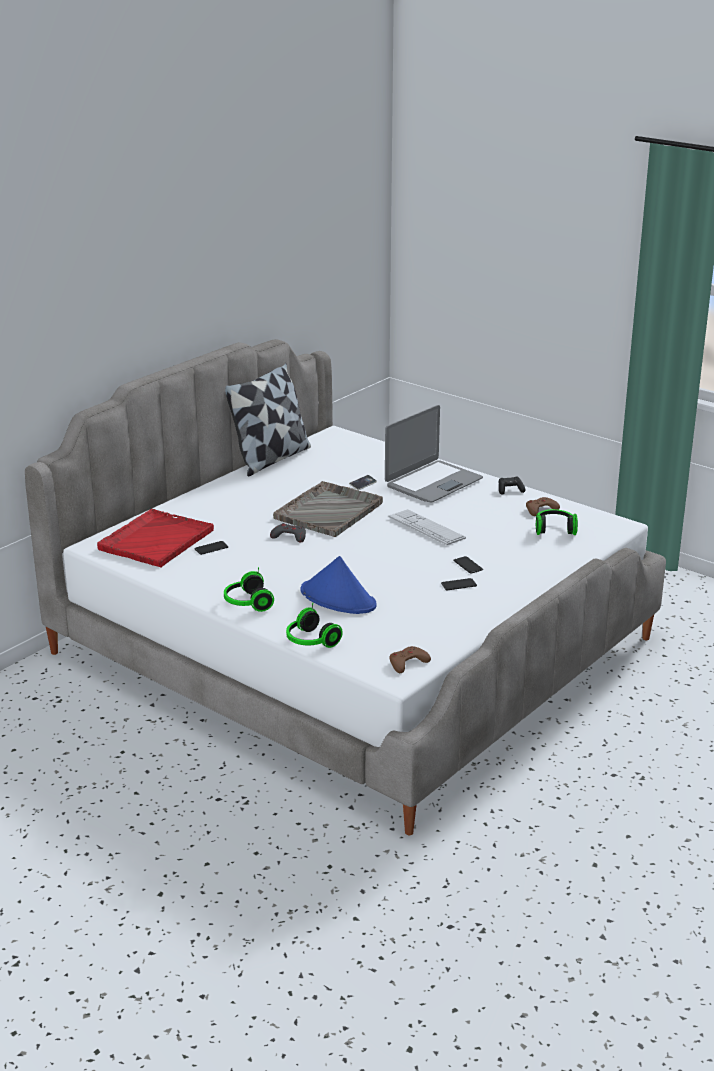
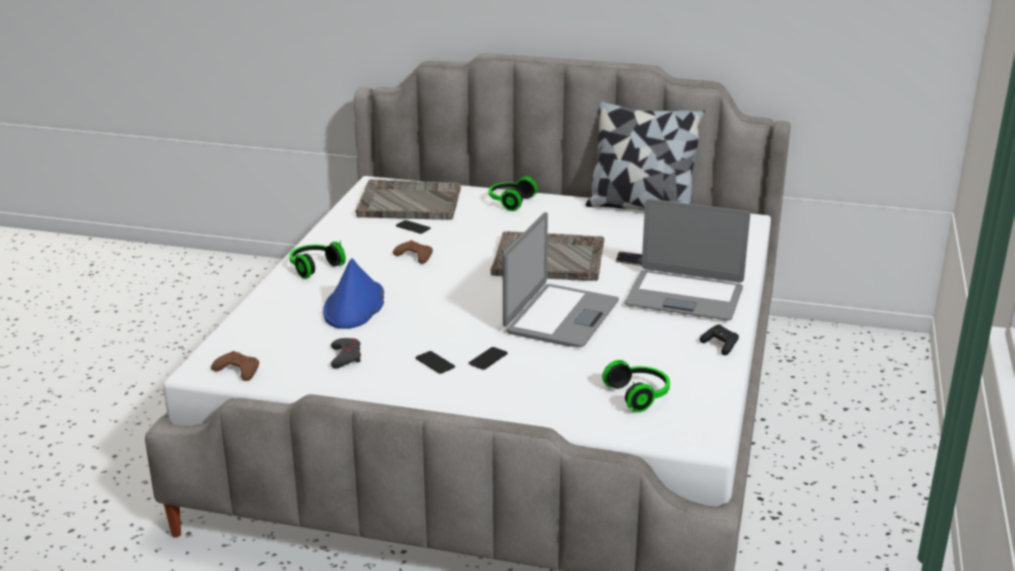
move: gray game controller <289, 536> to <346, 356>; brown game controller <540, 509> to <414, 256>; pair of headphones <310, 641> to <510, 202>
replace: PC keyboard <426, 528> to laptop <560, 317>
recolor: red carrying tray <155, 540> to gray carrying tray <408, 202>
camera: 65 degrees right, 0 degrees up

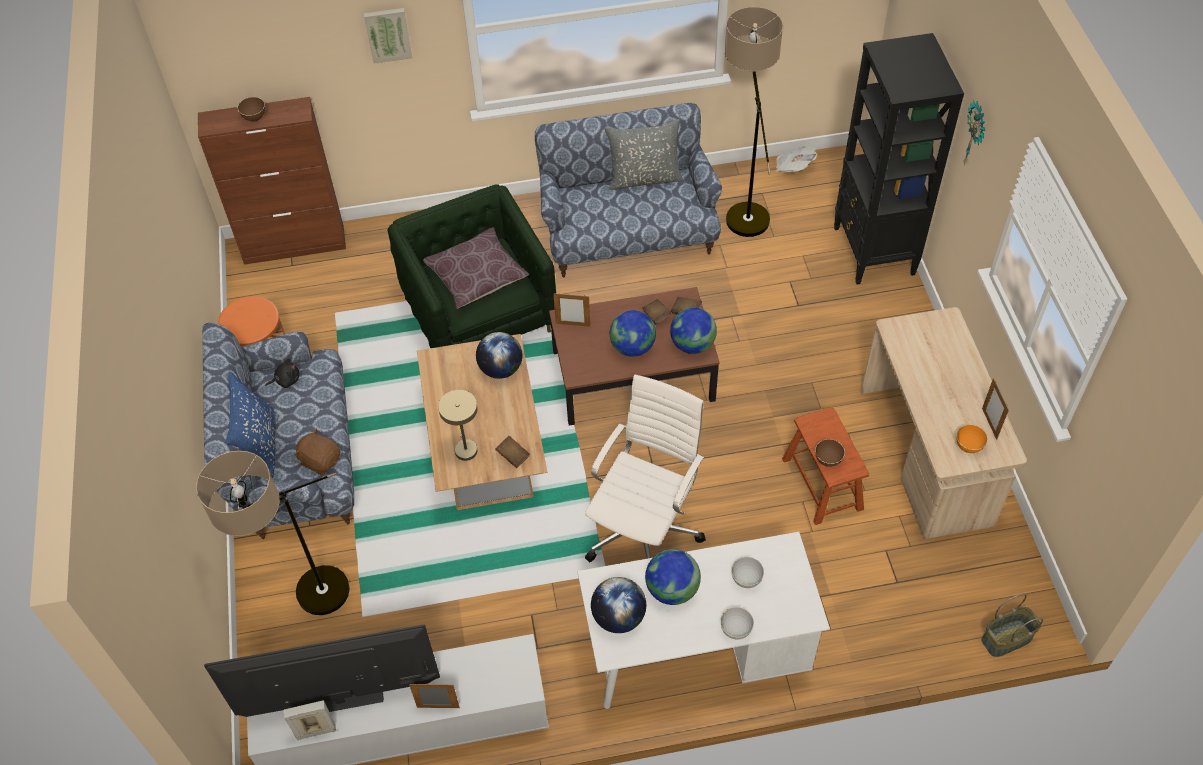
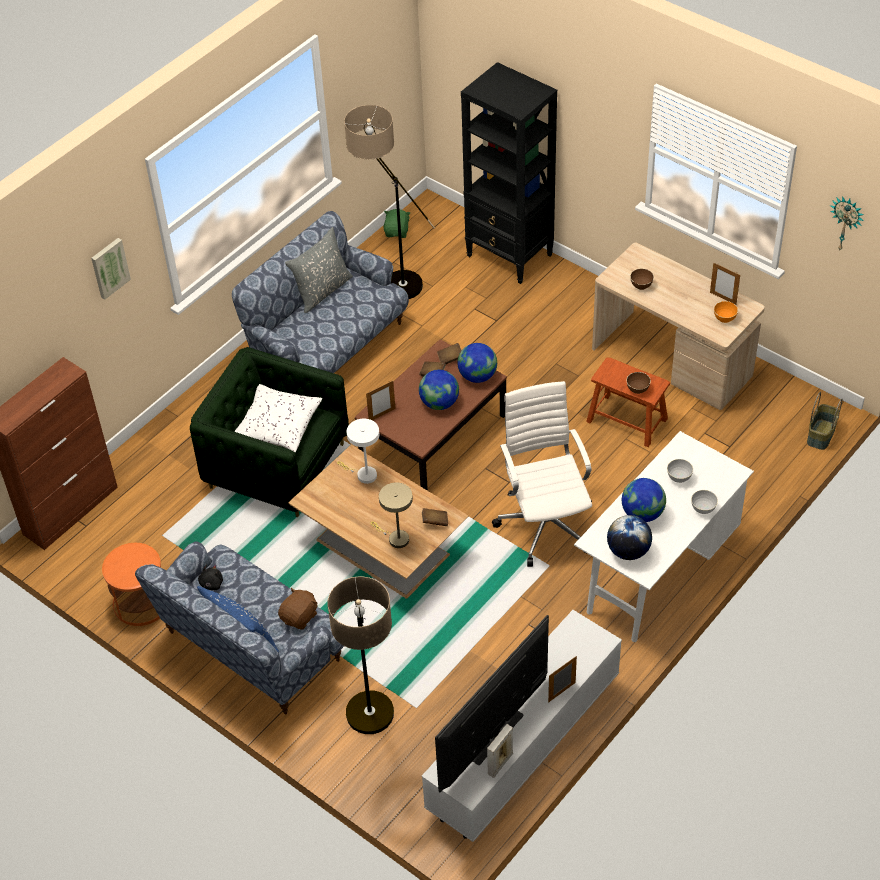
move: brown serving bowl <254, 117> to <641, 286>; hanging clock <975, 135> to <846, 223>
replace: globe <501, 369> to white-coloured table lamp <363, 475>; printed paper <793, 167> to green-coloured plush toy <397, 232>
recolor: brown cushion <477, 276> to white-coloured cushion <278, 426>
rotate: brown plush toy <320, 460> = <300, 617> 135 degrees clockwise
camera: 40 degrees left, 5 degrees down

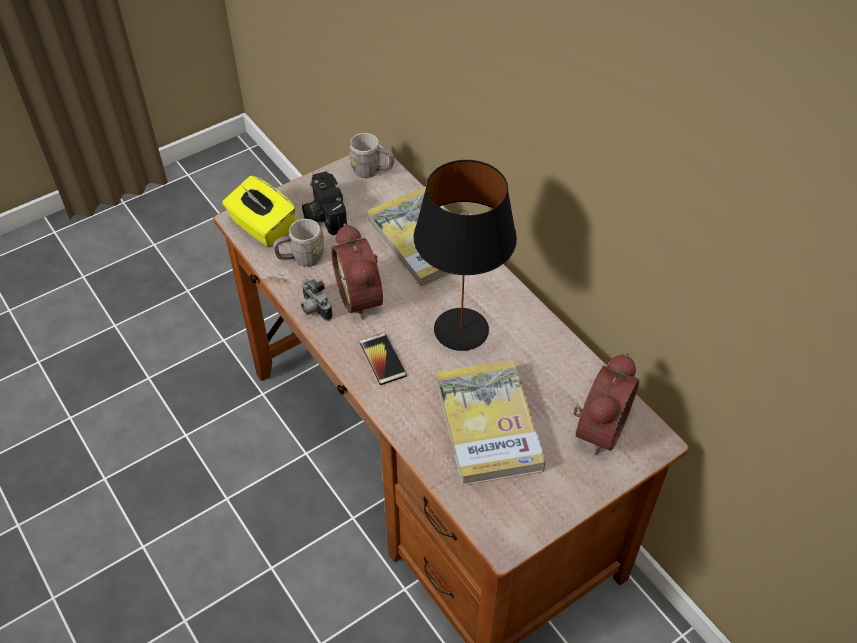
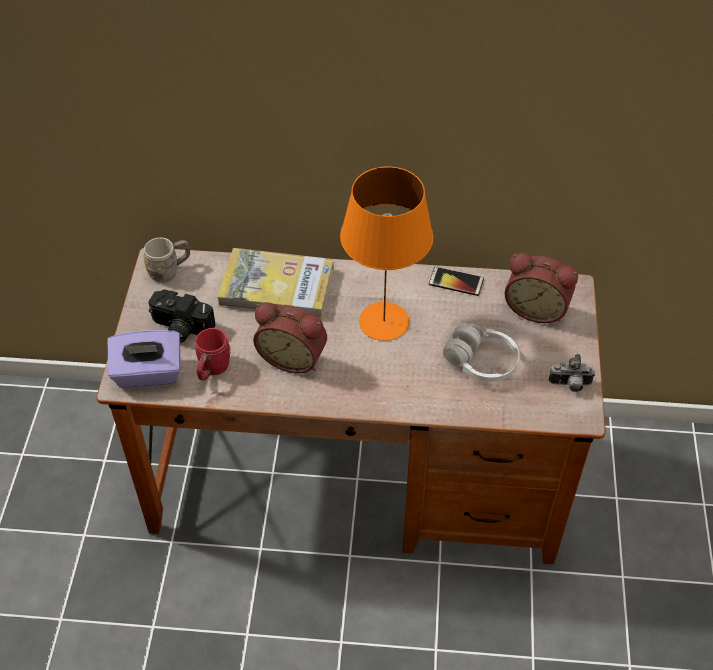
move: telephone <382, 359> to <456, 282>; photo camera <314, 309> to <570, 385>
replace: bound book <488, 425> to white-coloured pair of headphones <481, 362>
recolor: yellowish tissue box <262, 227> to purplish tissue box <148, 374>; gray mug <301, 259> to red mug <212, 370>; blackish table lamp <460, 329> to orange-coloured table lamp <383, 322>
rotate: bedside clock <597, 427> = <536, 307> 135 degrees clockwise
camera: 50 degrees left, 0 degrees up

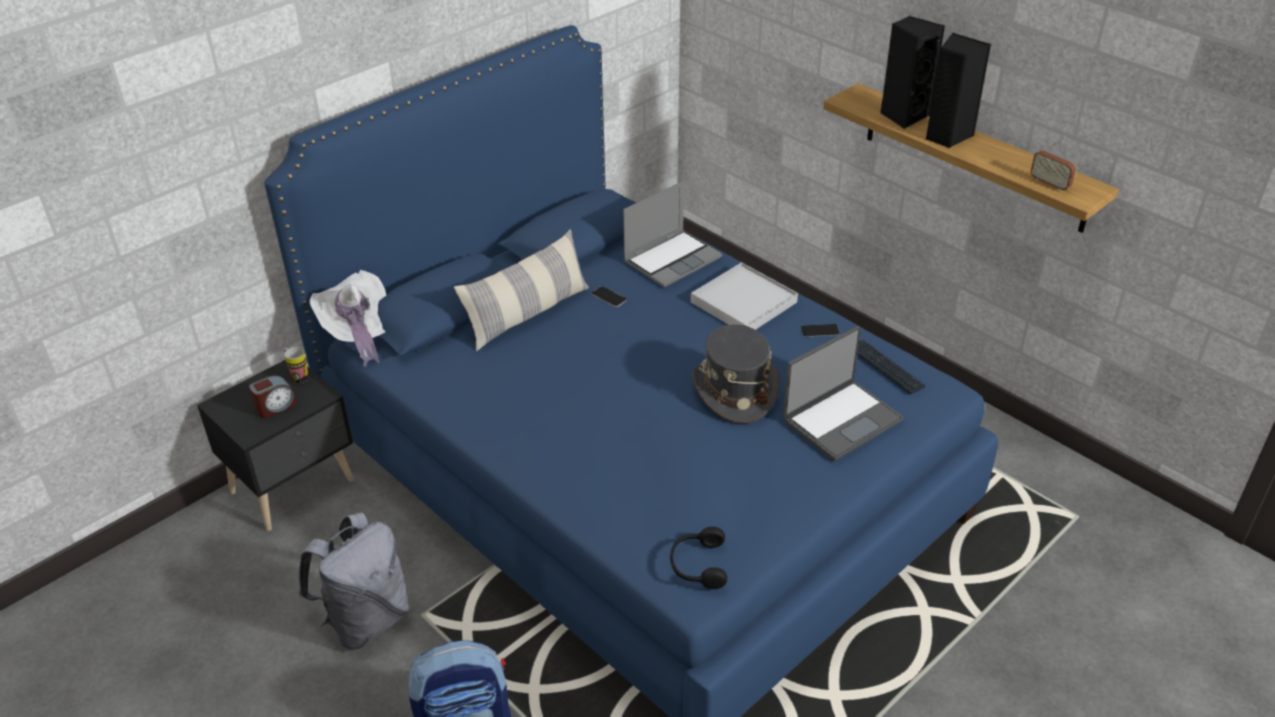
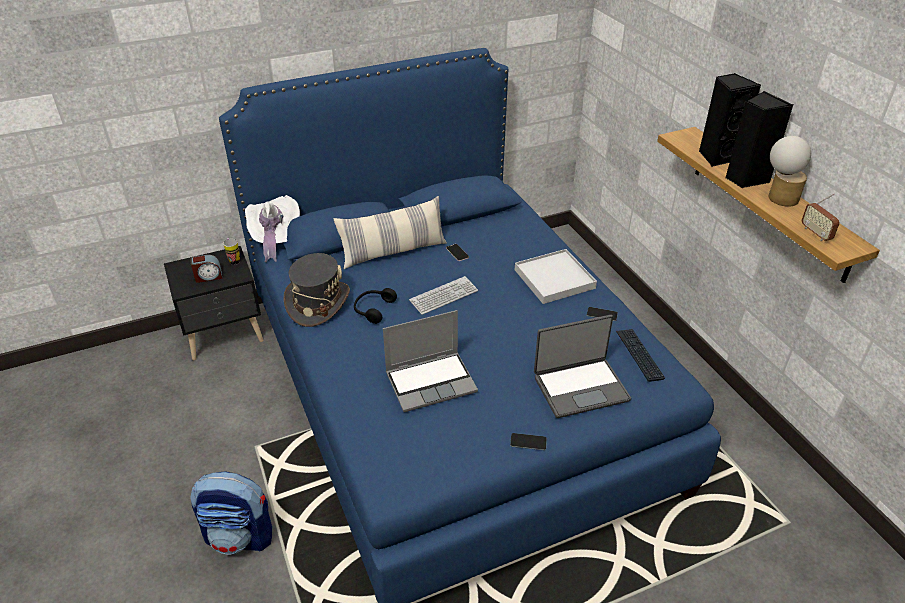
delete: gray rucksack <366, 620>
insert: PC keyboard <444, 296>; telephone <528, 442>; table lamp <779, 197>
move: gray hat <734, 391> to <318, 303>; blackish pair of headphones <697, 565> to <373, 309>; laptop <672, 259> to <431, 381>
camera: 20 degrees right, 0 degrees up

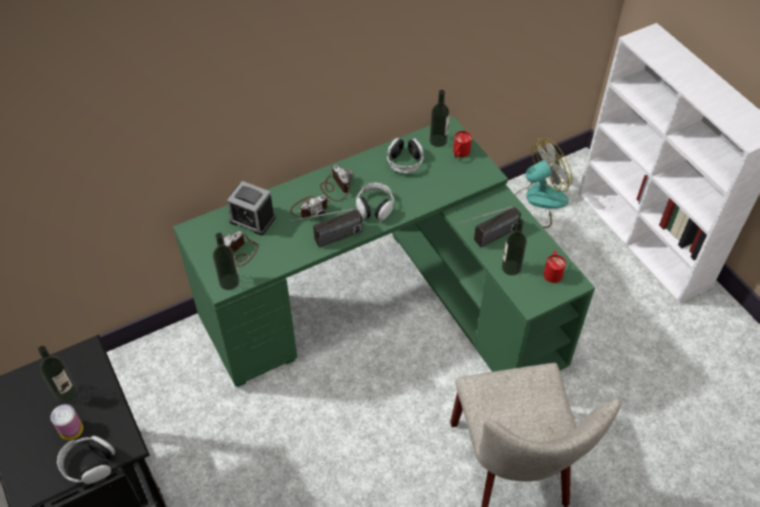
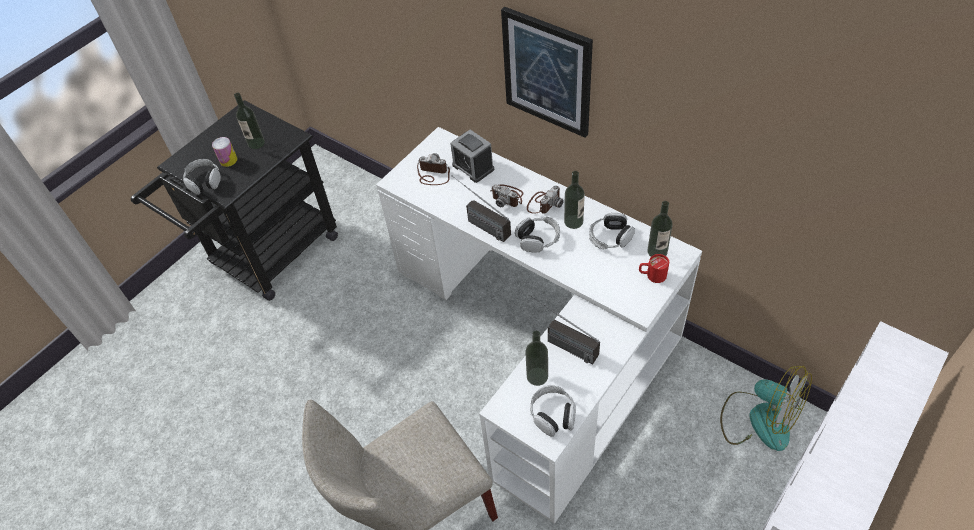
insert: wall art <547, 72>
move: drink bottle <229, 282> to <573, 221>
replace: red mug <552, 271> to pair of headphones <553, 415>
recolor: green-coloured desk <388, 305> to white-coloured desk <541, 341>
rotate: bedside clock <252, 219> = <473, 167> 45 degrees counterclockwise
camera: 70 degrees right, 0 degrees up

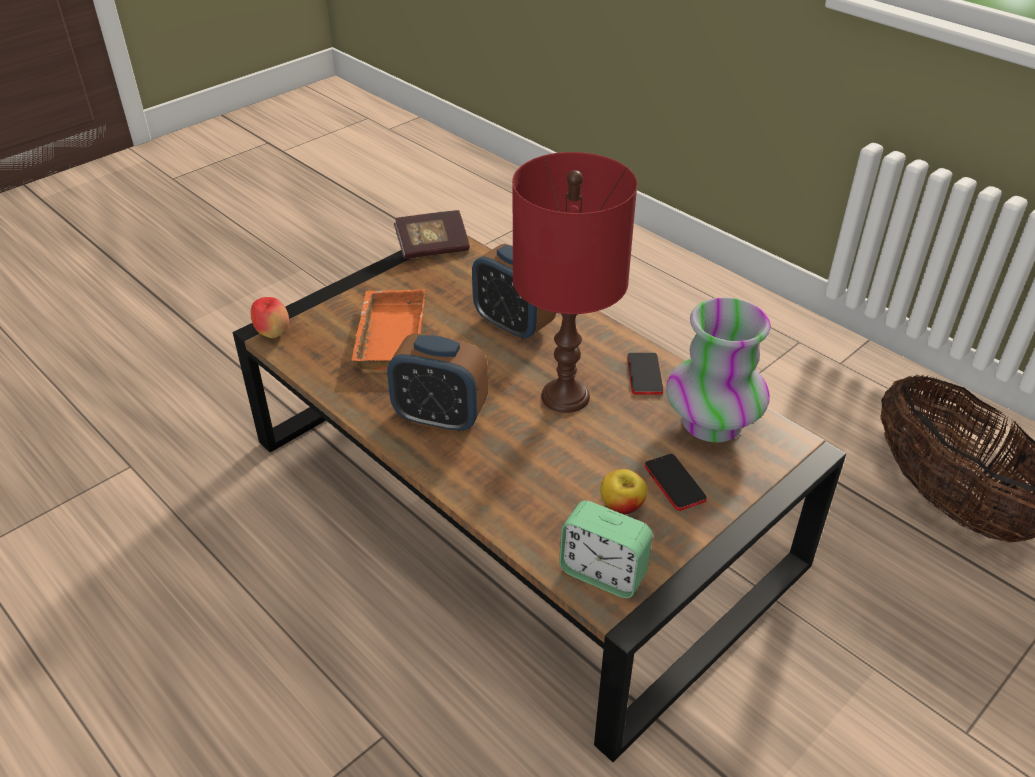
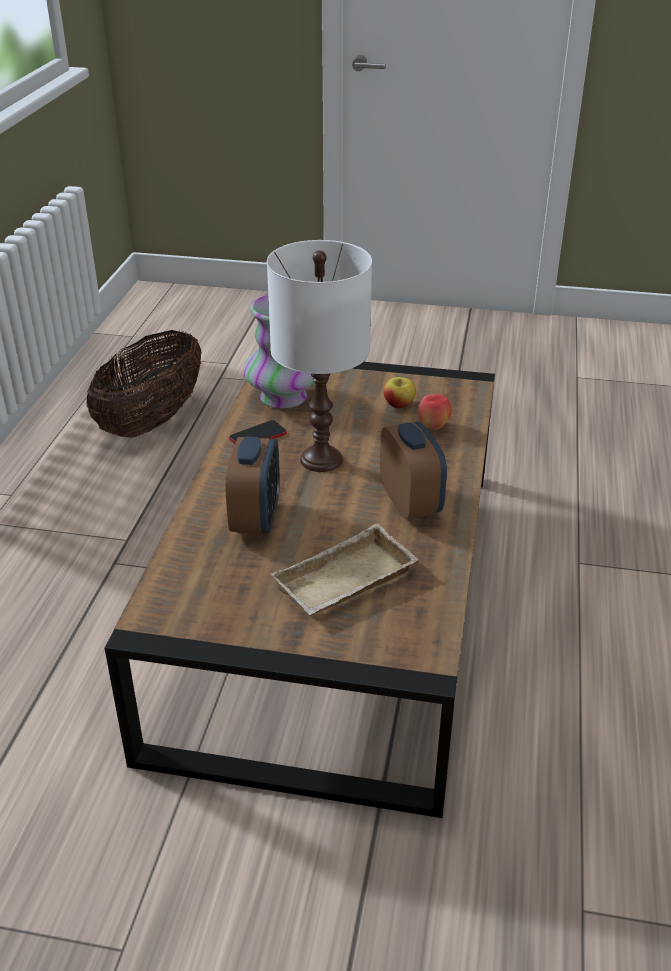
delete: bound book <432, 248>; bedside clock <603, 573>; telephone <674, 483>
move: apple <273, 333> to <433, 426>
recolor: red table lamp <565, 397> to white-coloured table lamp <322, 459>; orange-coloured carrying tray <388, 335> to beige-coloured carrying tray <345, 583>
camera: 125 degrees left, 5 degrees down

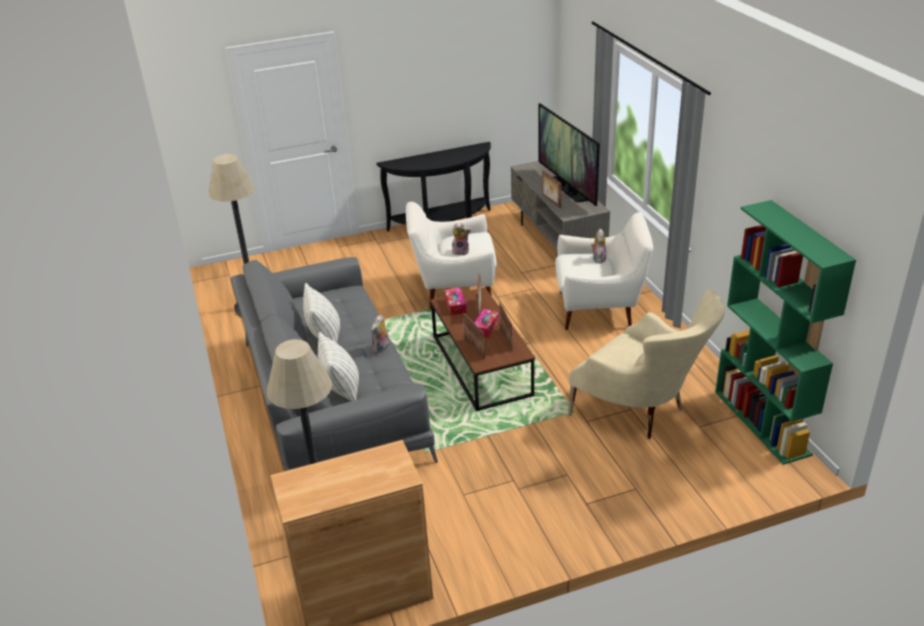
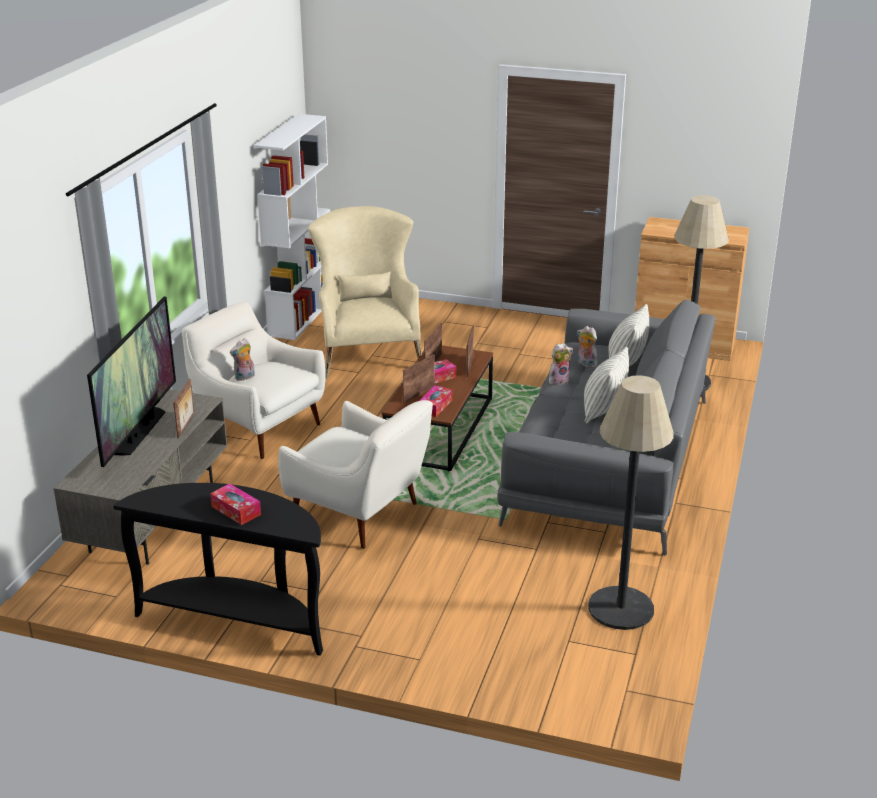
insert: tissue box <236, 510>
move: plush toy <461, 251> to <585, 364>
recolor: green-coloured bookshelf <762, 422> to white-coloured bookshelf <301, 316>
camera: 145 degrees left, 5 degrees down

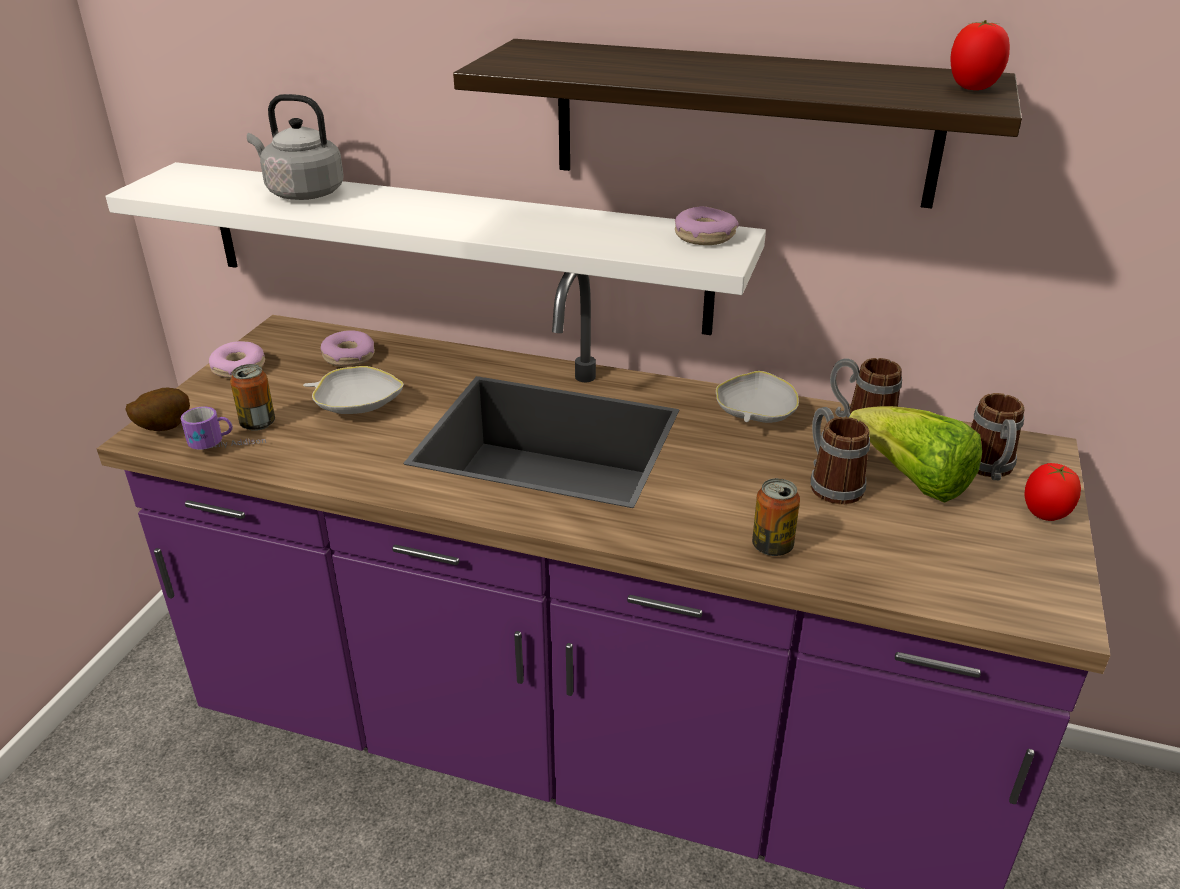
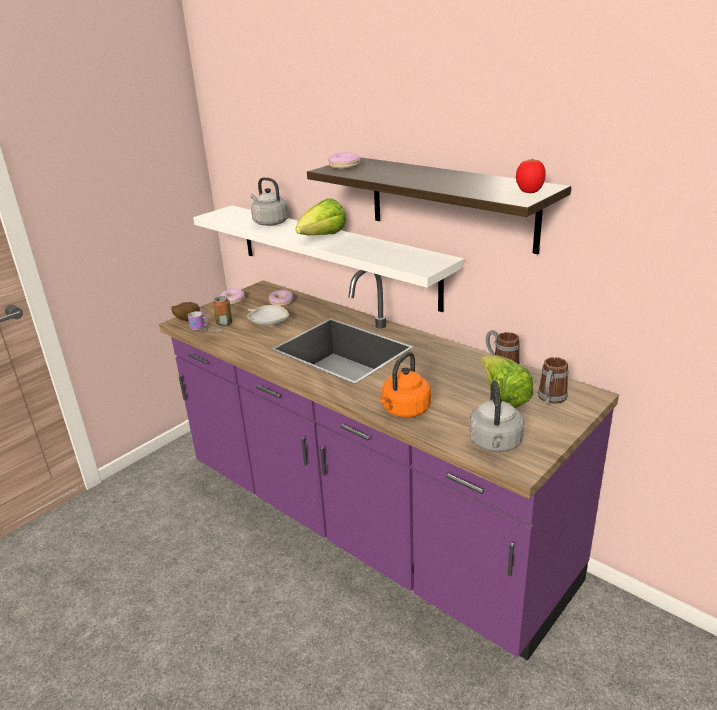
delete: white-coloured serving bowl <755, 416>; mug <830, 483>; tomato <1044, 515>
insert: lettuce <322, 237>; gray water kettle <495, 444>
move: ring doughnut <705, 236> to <344, 166>
replace: sealed can <772, 546> to orange-coloured water kettle <404, 410>
camera: 25 degrees right, 5 degrees down

